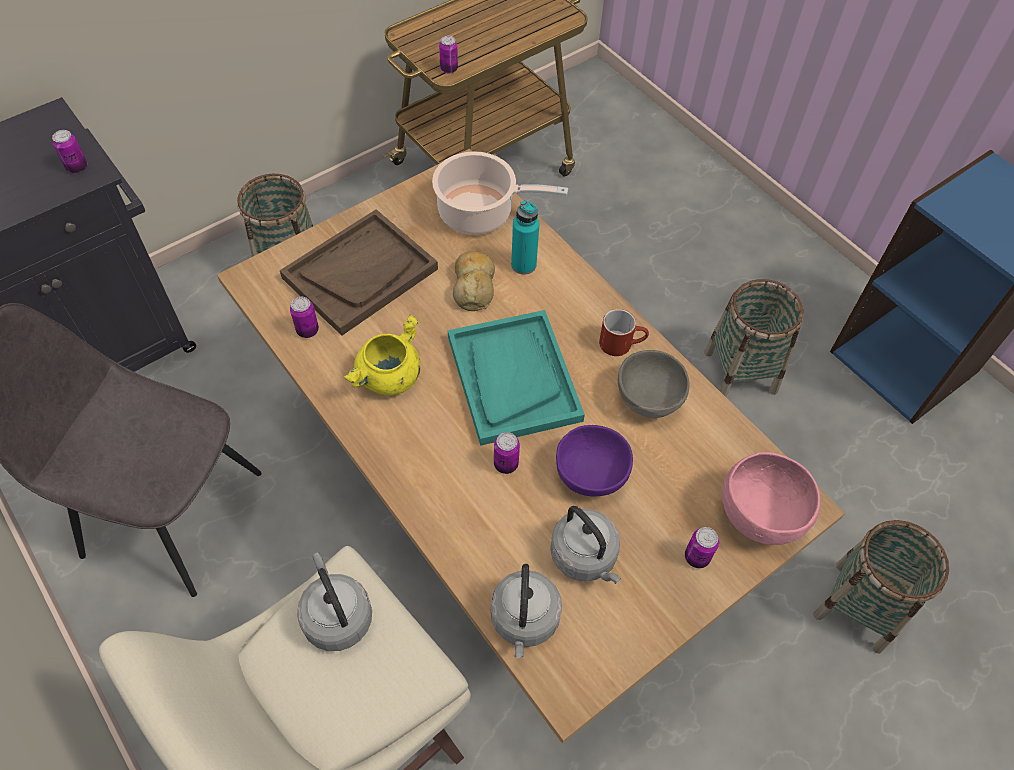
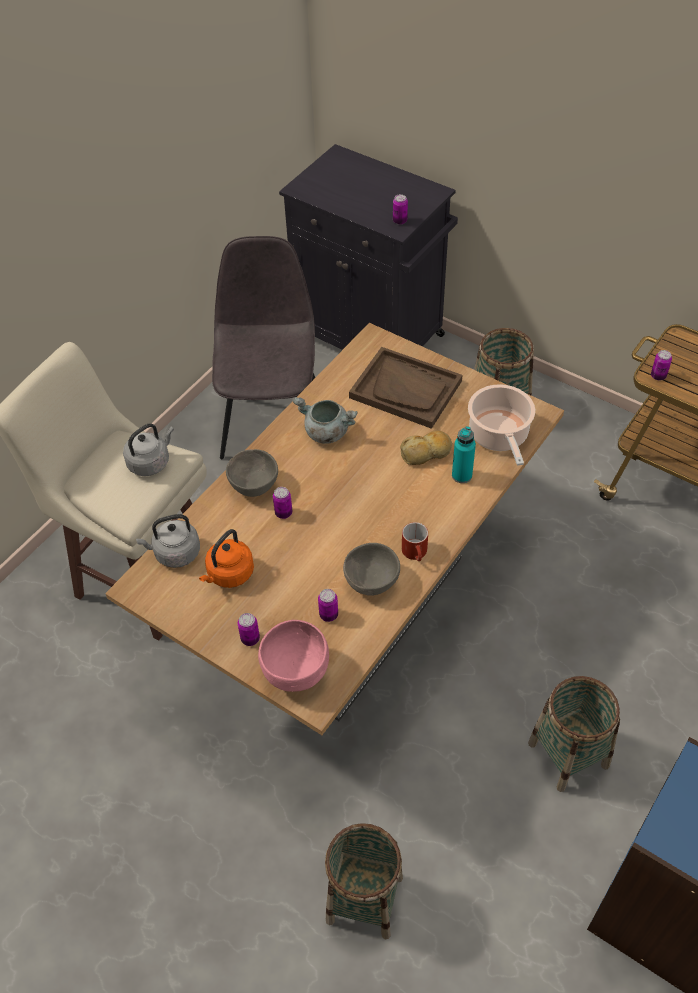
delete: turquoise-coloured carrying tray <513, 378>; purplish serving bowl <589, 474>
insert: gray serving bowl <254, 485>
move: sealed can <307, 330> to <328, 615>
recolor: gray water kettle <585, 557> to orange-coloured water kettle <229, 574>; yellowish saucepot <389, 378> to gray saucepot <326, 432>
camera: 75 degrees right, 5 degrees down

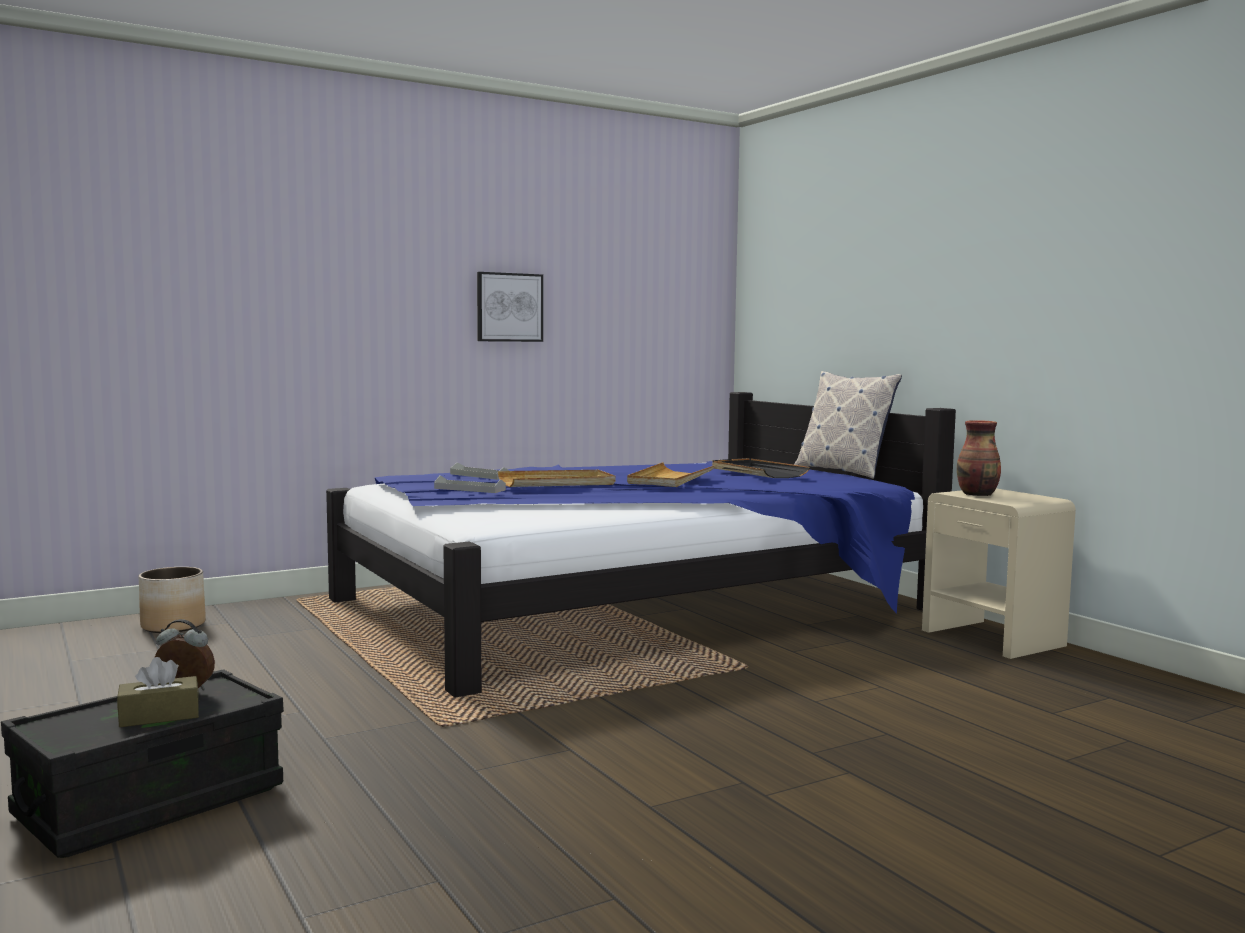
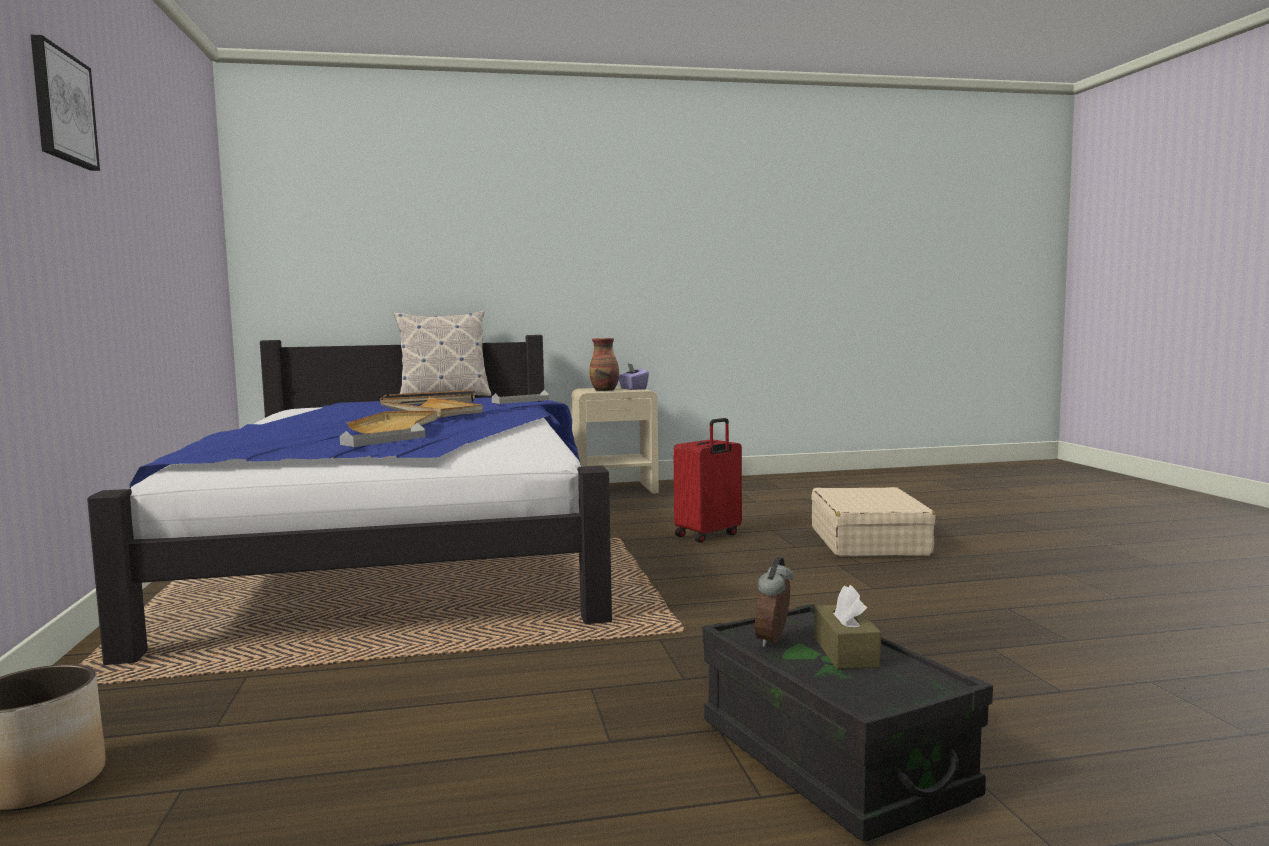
insert: purplish tissue box <633, 389>; red piece of luggage <708, 535>; beige-coloured piece of luggage <869, 541>
move: wall art <509, 307> to <62, 107>; gray carrying tray <480, 475> to <520, 401>
camera: 70 degrees left, 0 degrees up

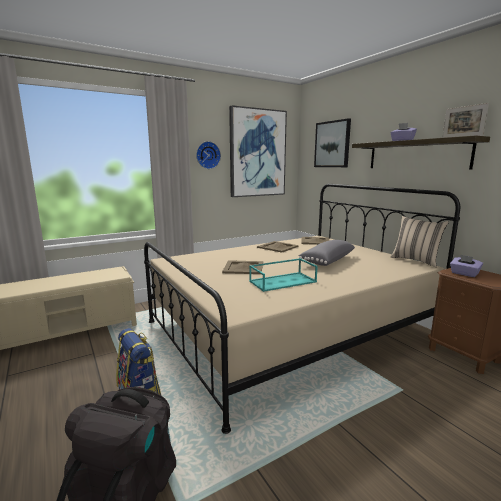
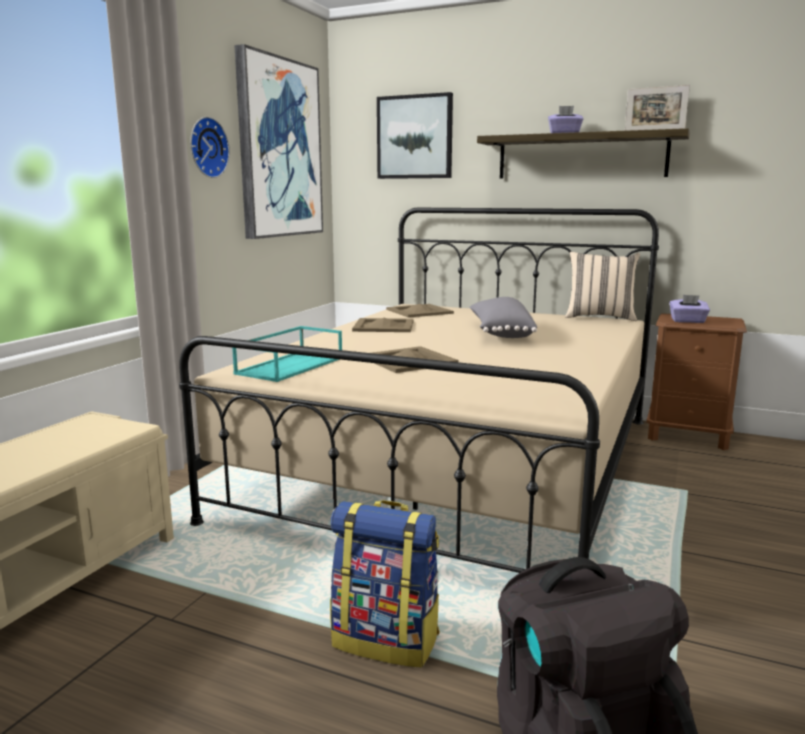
move: turquoise-coloured carrying tray <283, 281> to <290, 365>
camera: 35 degrees left, 0 degrees up

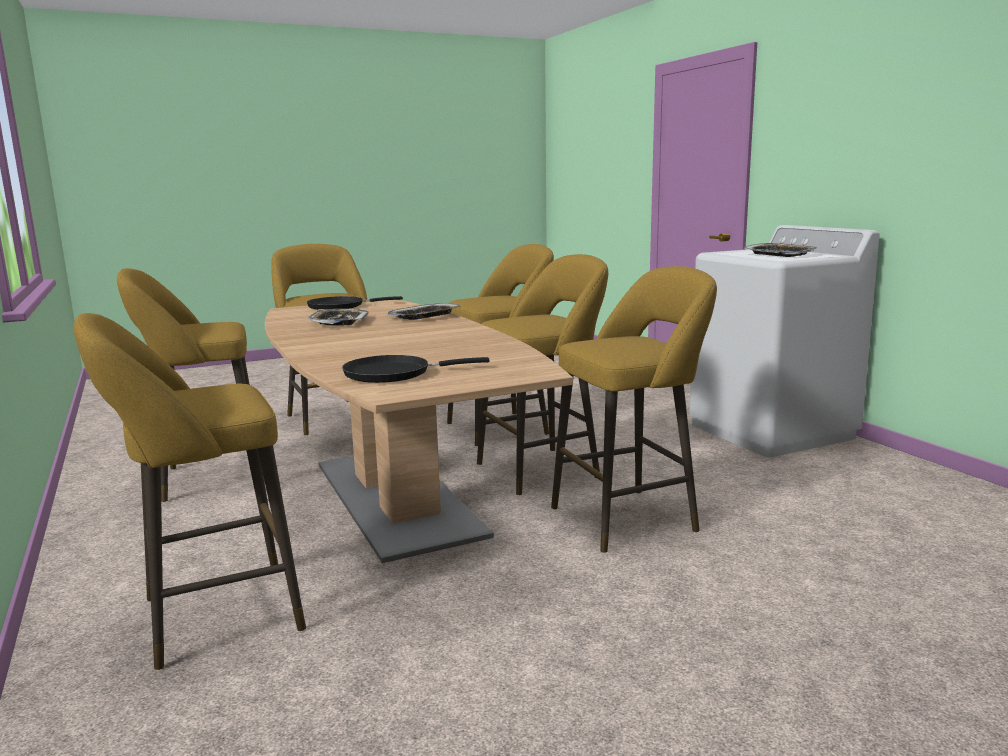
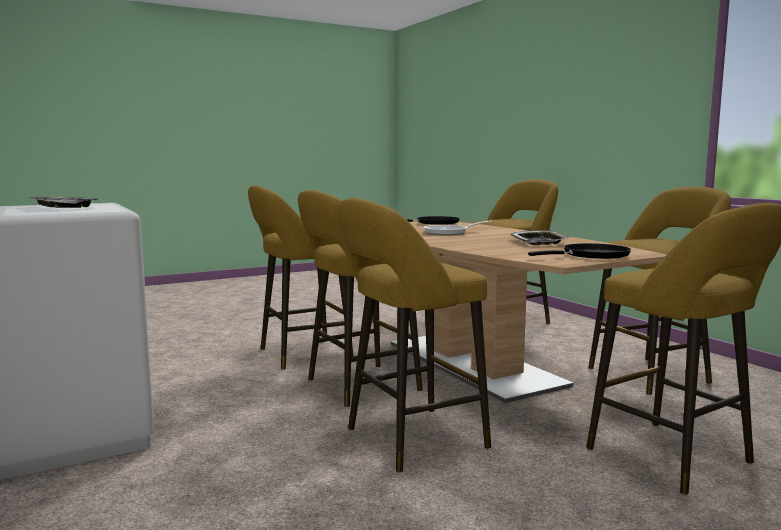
delete: carrying tray <425, 316>
insert: frying pan <450, 233>
camera: 175 degrees right, 5 degrees down

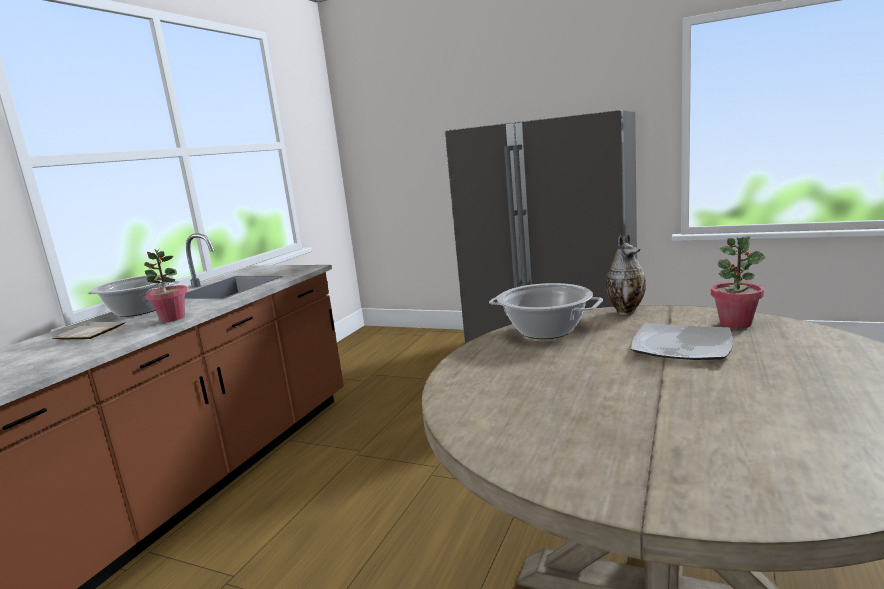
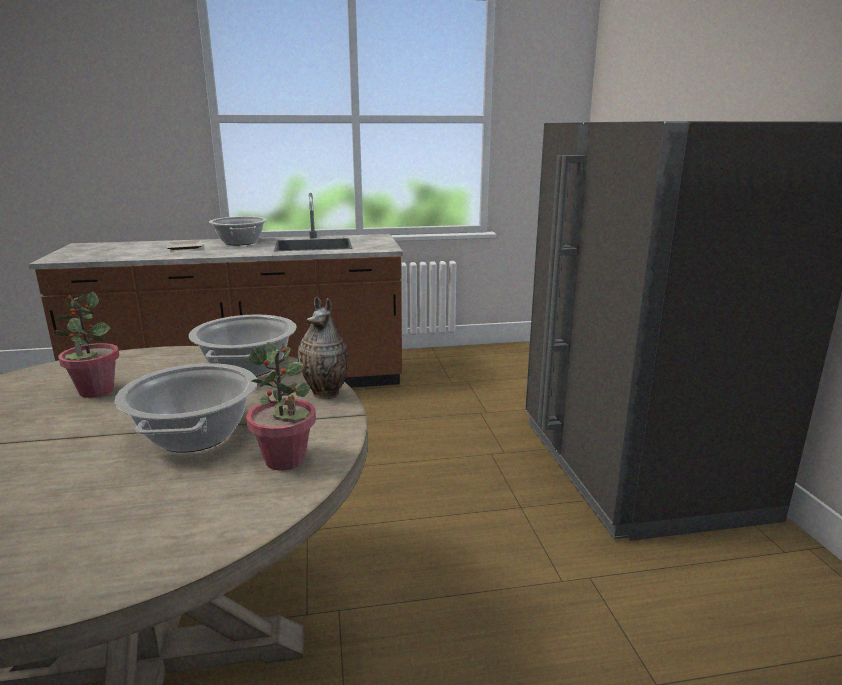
move: potted plant <172, 318> to <96, 391>
replace: dinner plate <680, 346> to saucepot <194, 435>
camera: 55 degrees right, 5 degrees up

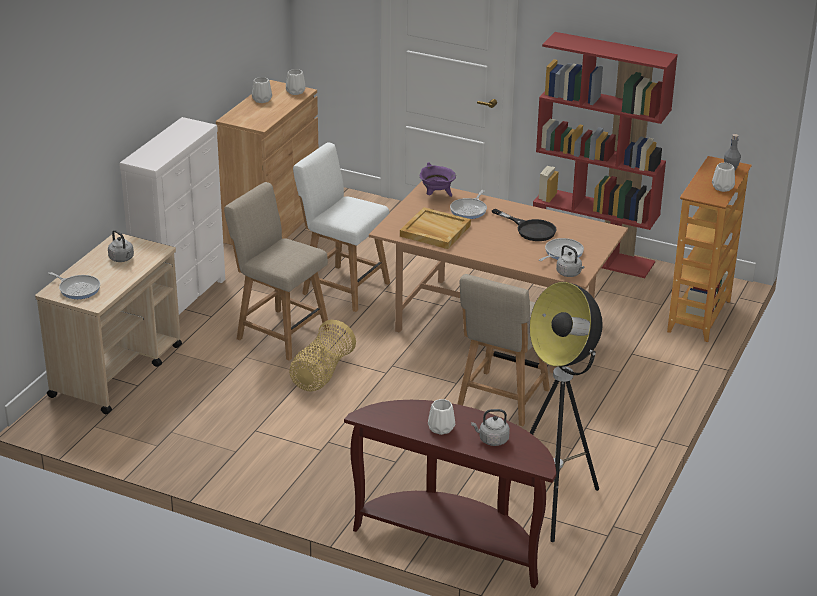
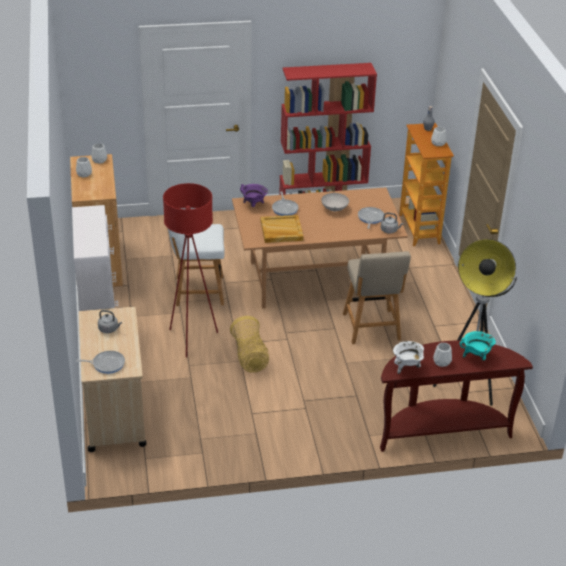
insert: white-coloured saucepot <407, 367>
replace: beige-coloured upright chair <279, 333> to red standard lamp <192, 339>; blackish frying pan <530, 229> to white-coloured serving bowl <335, 209>; gray water kettle <492, 440> to turquoise-coloured saucepot <476, 357>
camera: 35 degrees left, 5 degrees up

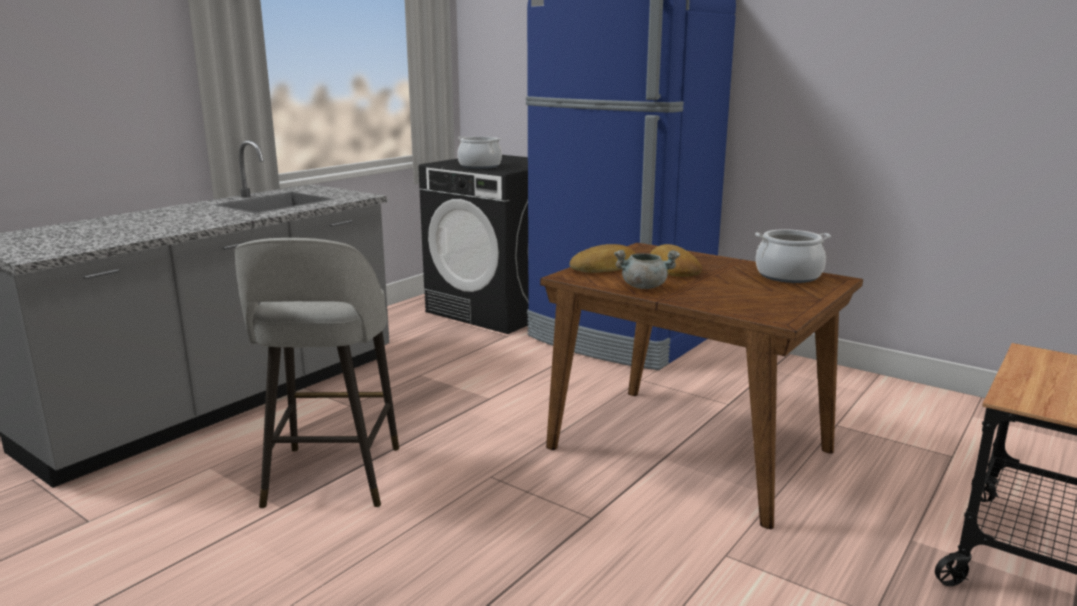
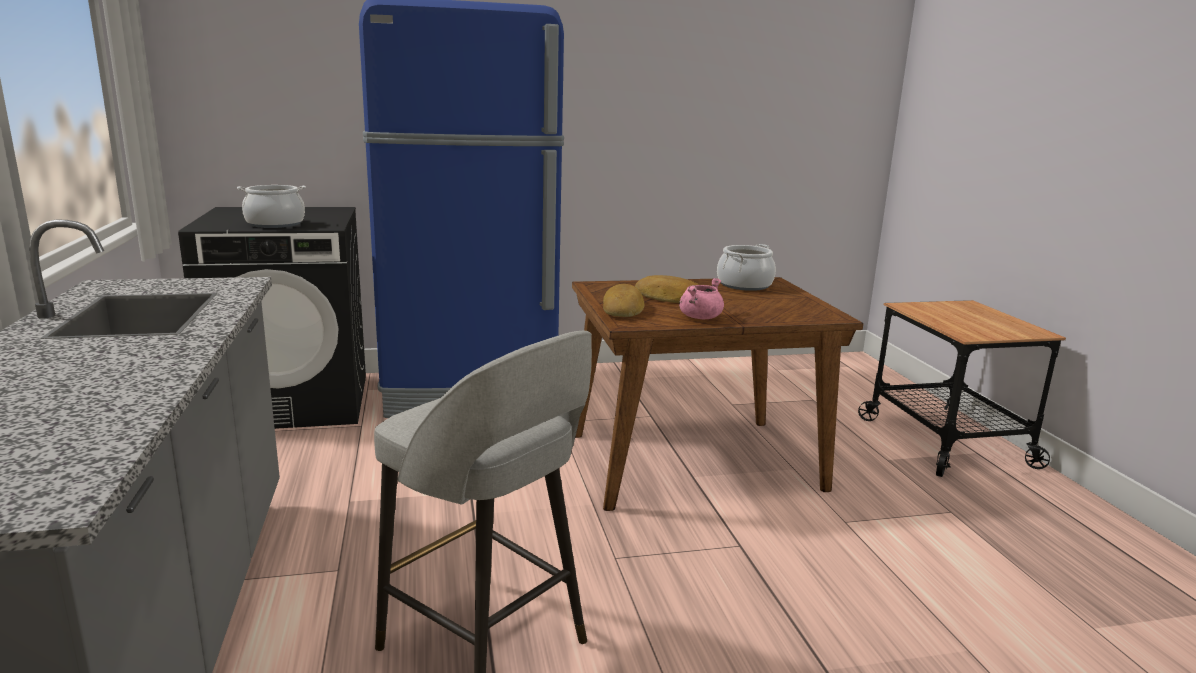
recolor: gray saucepot <644, 287> to pink-coloured saucepot <700, 317>
camera: 50 degrees left, 0 degrees up

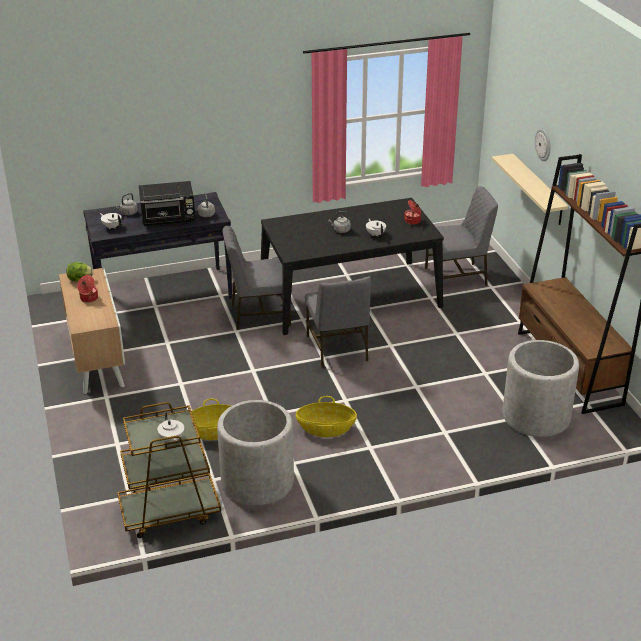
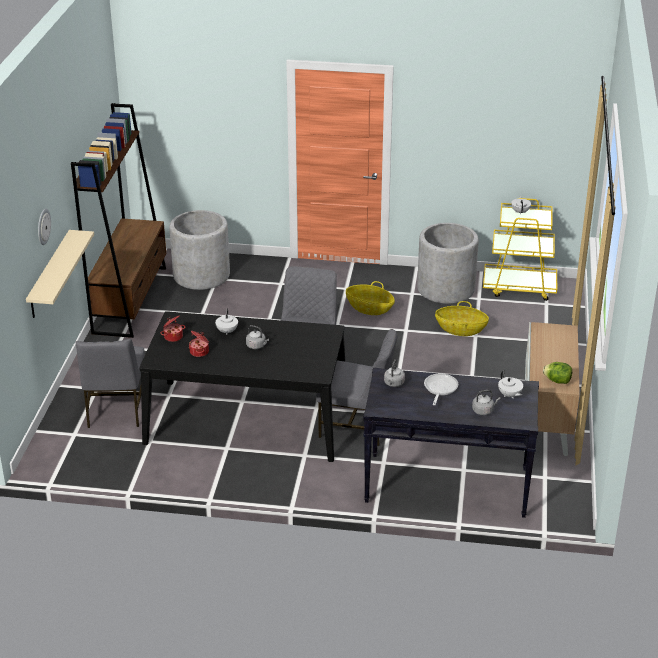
move: saucepot <88, 298> to <200, 352>
replace: blackish microwave oven <169, 219> to frying pan <439, 389>
recolor: brown wheeled cart <169, 512> to yellowish wheeled cart <519, 287>
rotate: gray upright chair <457, 277> = <115, 410> 105 degrees counterclockwise
camera: 155 degrees left, 0 degrees up

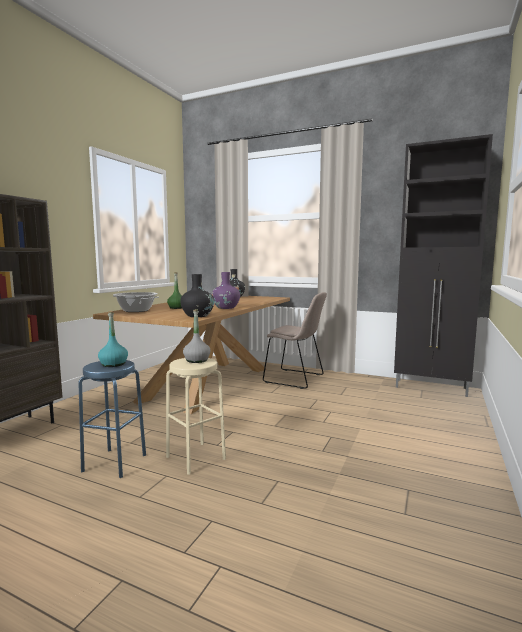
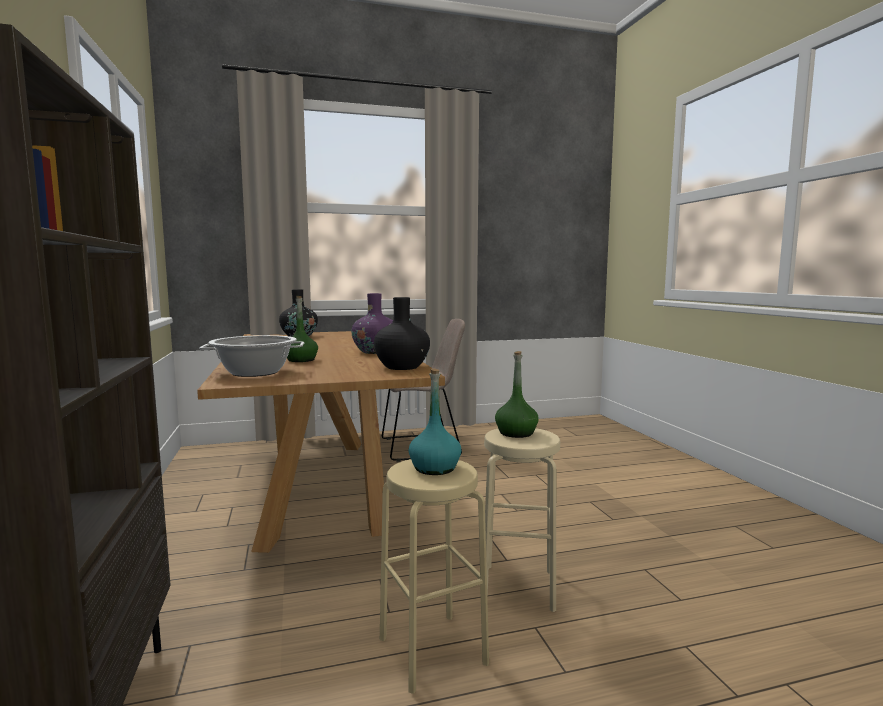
delete: blackish storage cabinet <431, 388>
recolor: blue stool seat <115, 462> to beige-coloured stool seat <432, 650>; gray drink bottle <196, 360> to green-coloured drink bottle <516, 433>
camera: 40 degrees left, 0 degrees up

